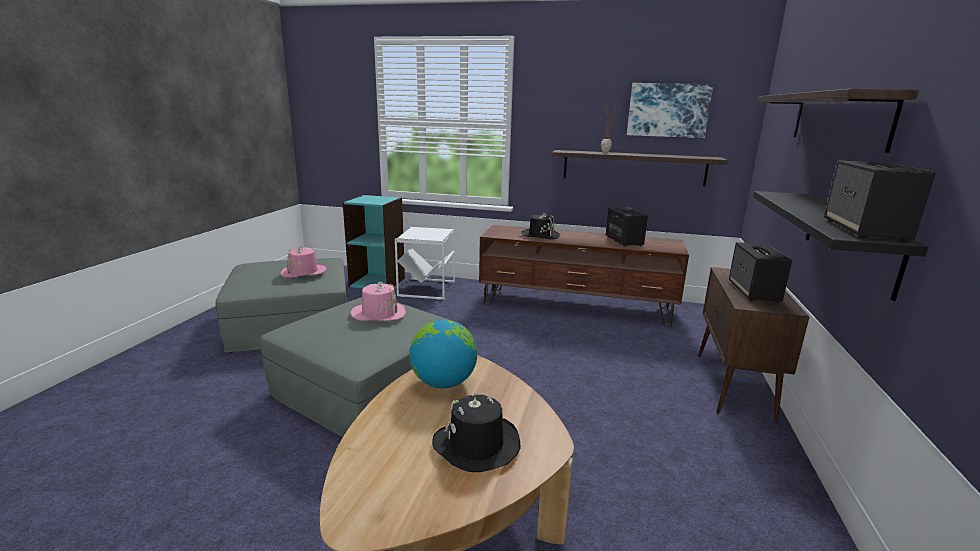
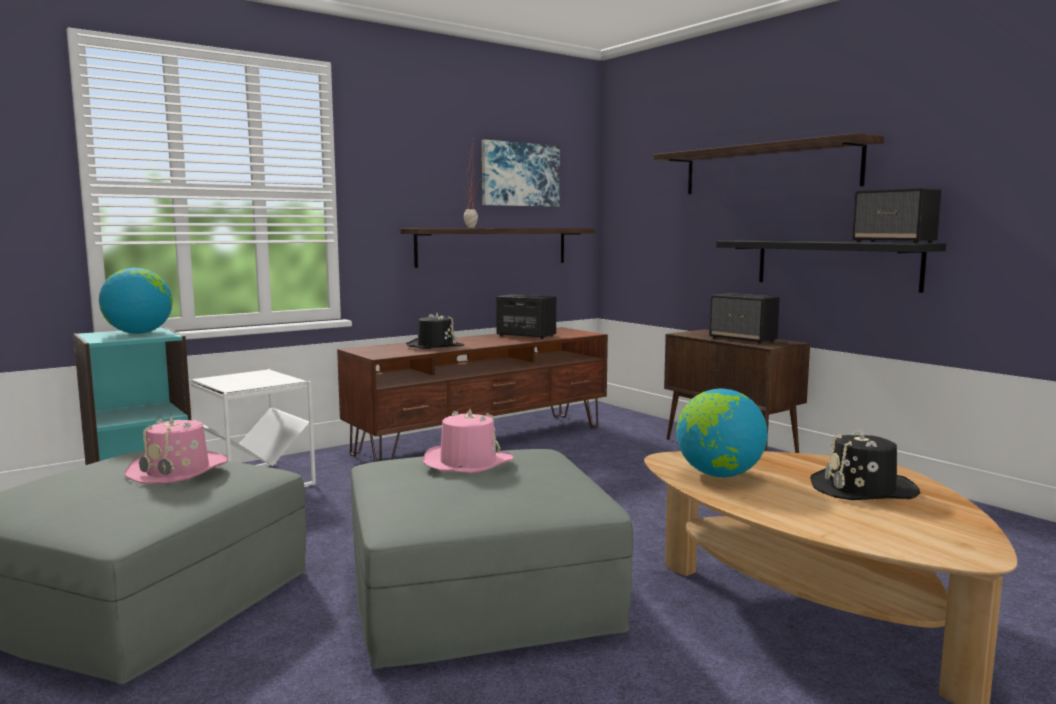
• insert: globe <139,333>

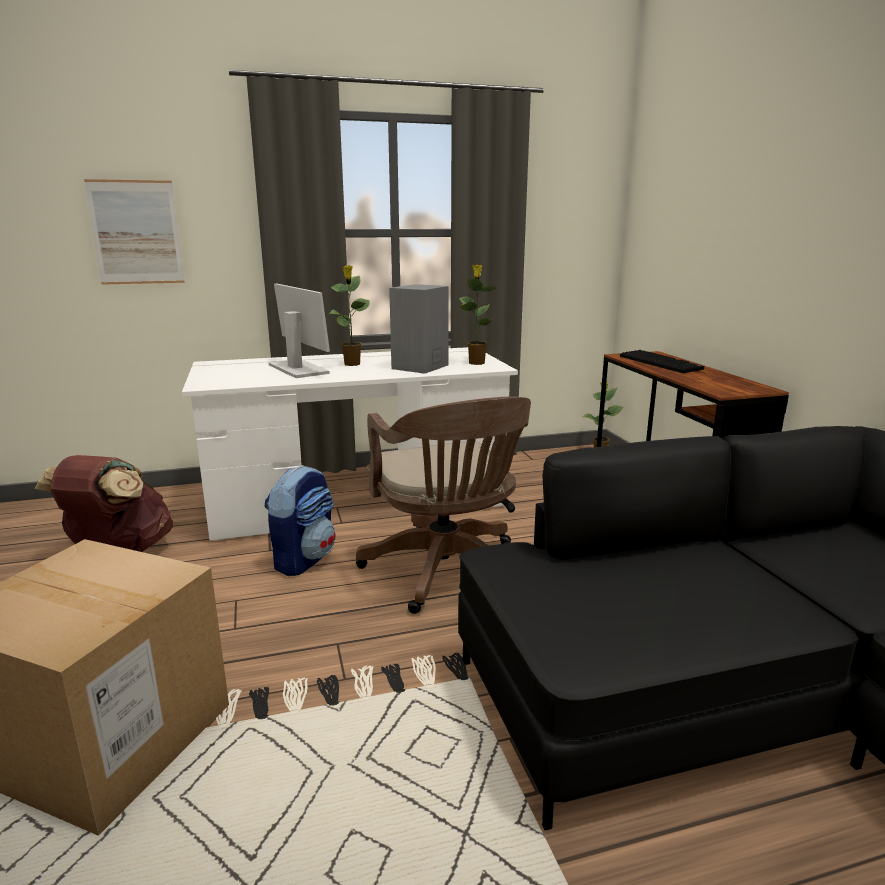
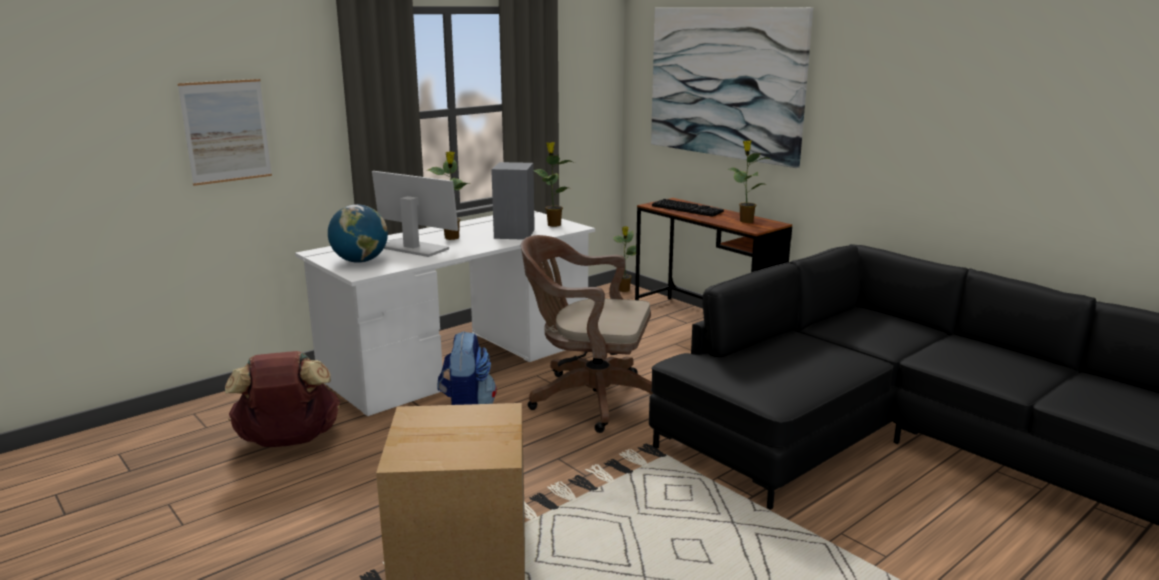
• insert: globe <360,261>
• insert: wall picture <725,83>
• insert: potted plant <745,221>
• rotate: brown-coloured office chair <447,573> = <589,398> 150 degrees clockwise

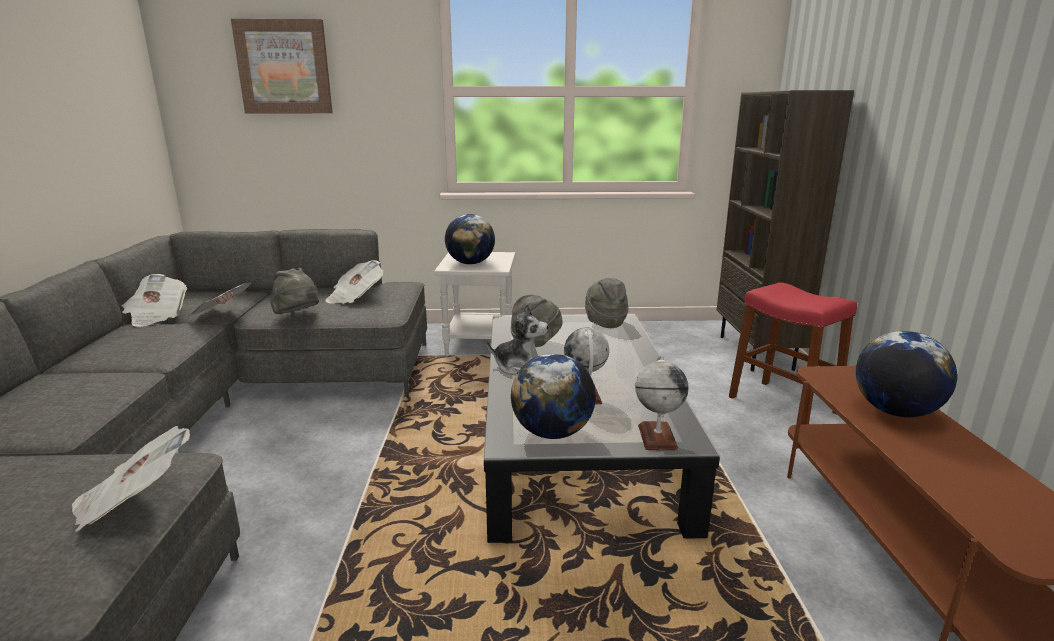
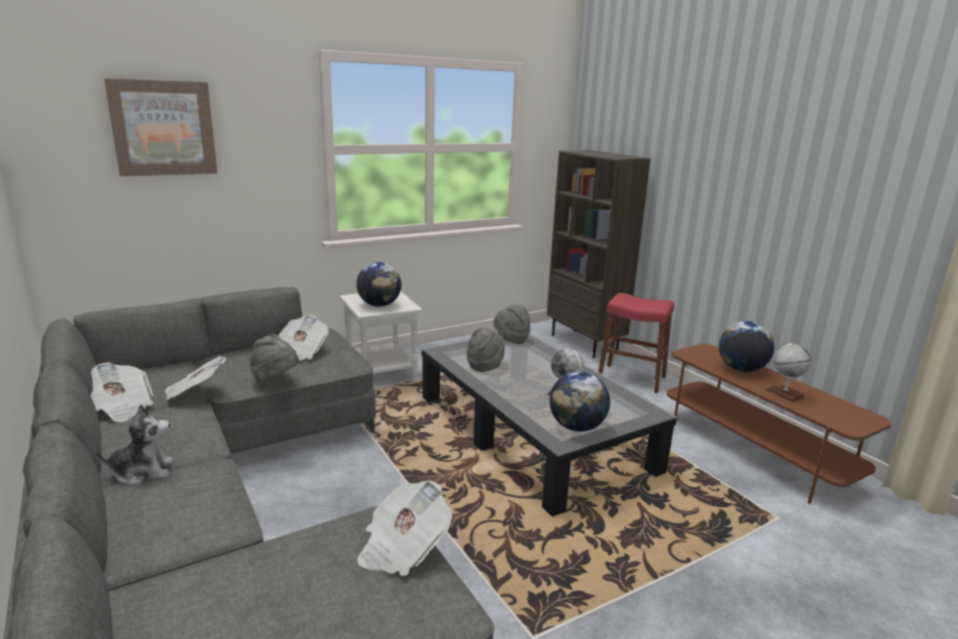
• move: plush toy <519,367> to <142,472>
• move: globe <657,437> to <784,393>

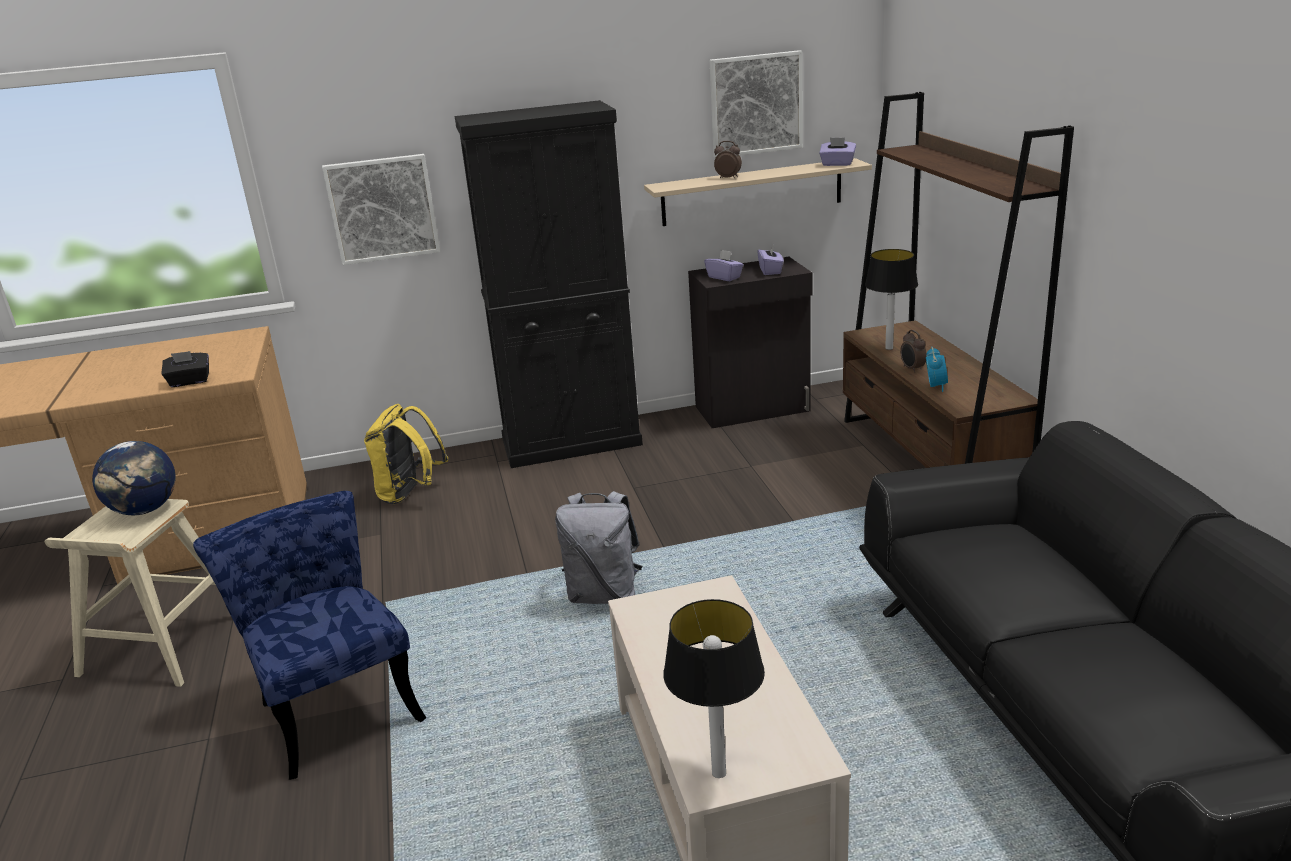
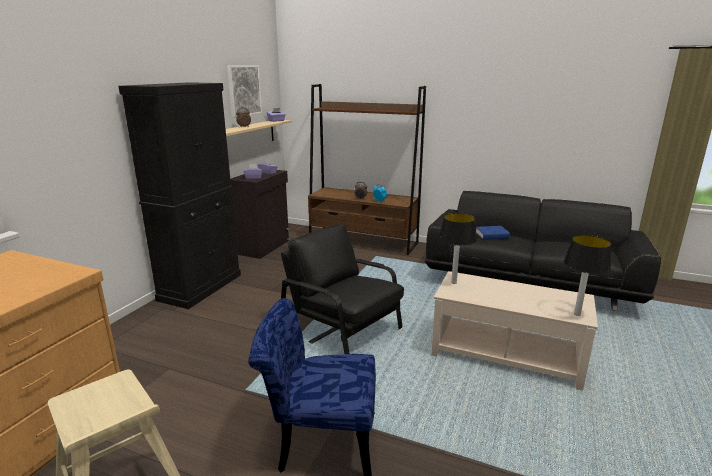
• delete: globe <145,510>
• delete: black-coloured tissue holder <190,381>
• delete: wall picture <382,209>
• delete: yellow rucksack <410,494>
• insert: blue-coloured book <491,235>
• move: lamp for a table <888,348> to <453,282>
• replace: grey rucksack <604,594> to black-coloured lounge chair <343,328>

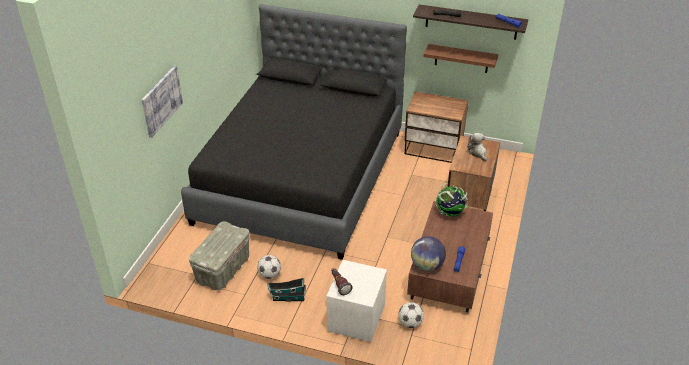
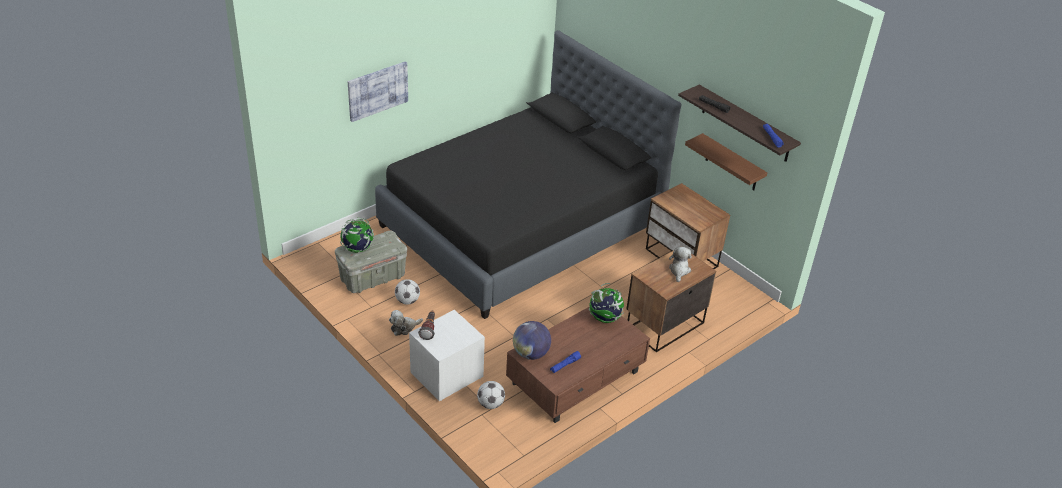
• insert: globe <357,249>
• replace: miniature house <287,298> to plush toy <404,327>

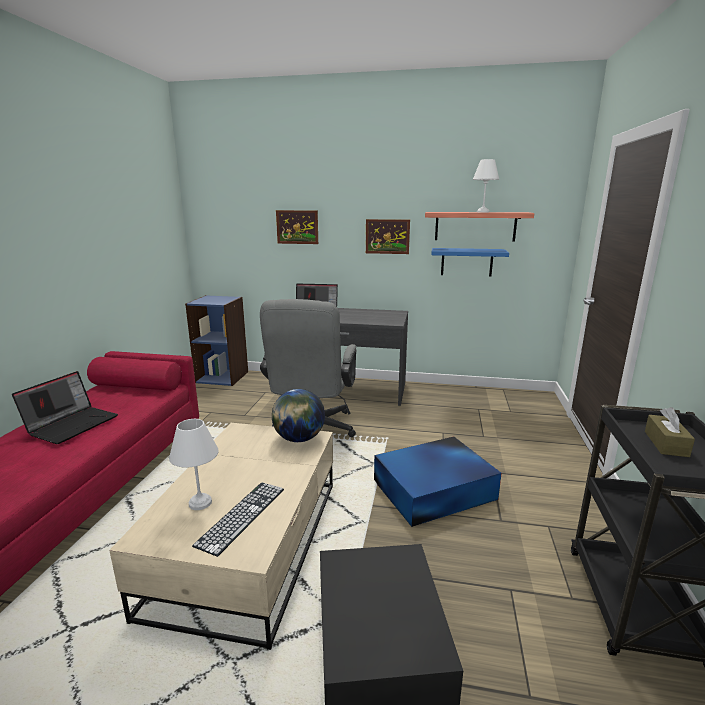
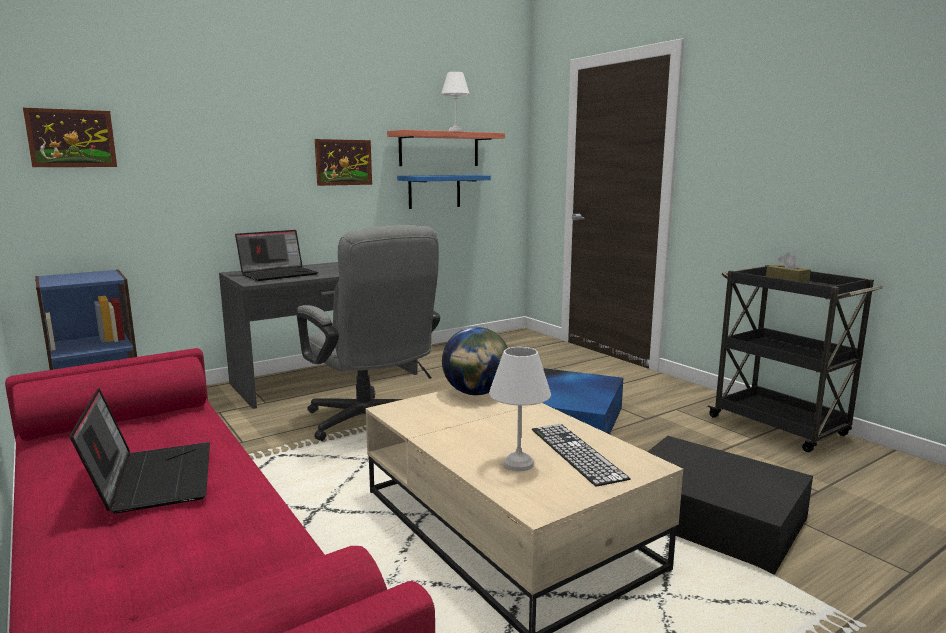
• move: wall picture <297,227> to <71,138>

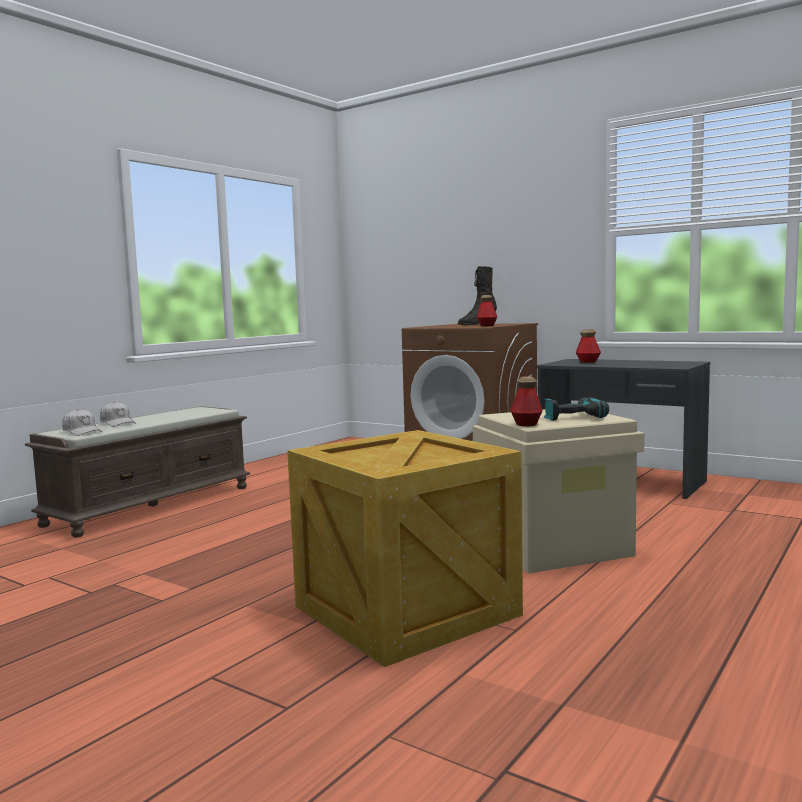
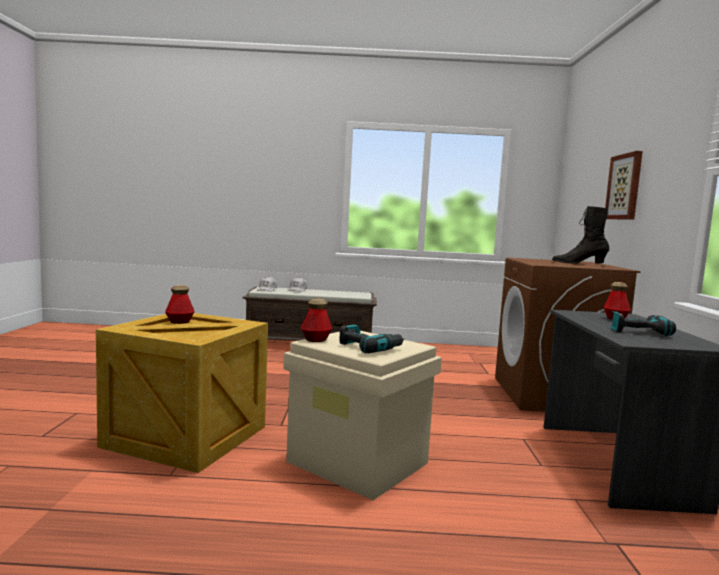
• insert: wall picture <624,187>
• insert: electric drill <638,331>
• move: drink bottle <487,326> to <179,322>

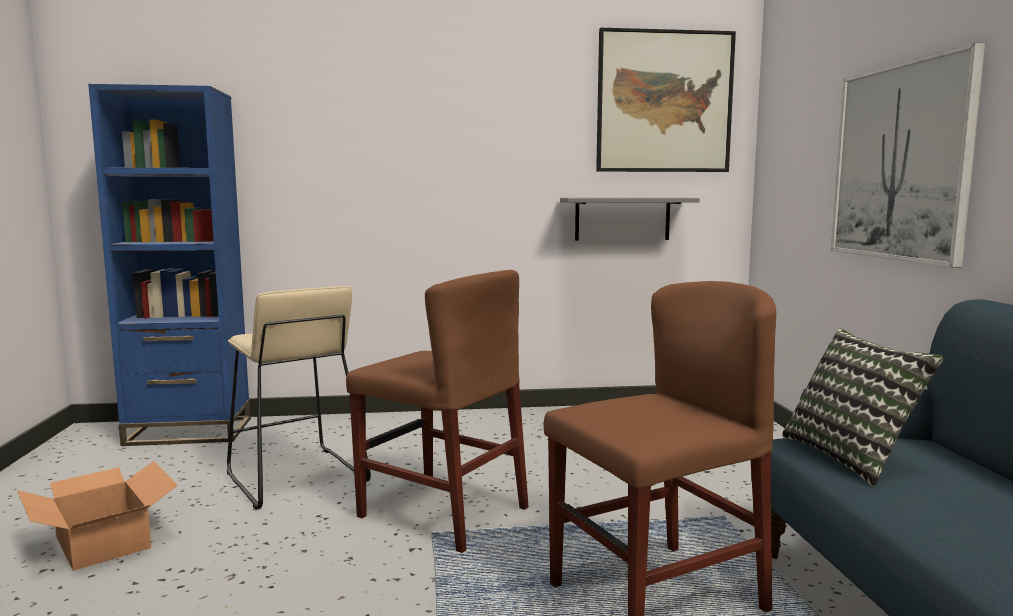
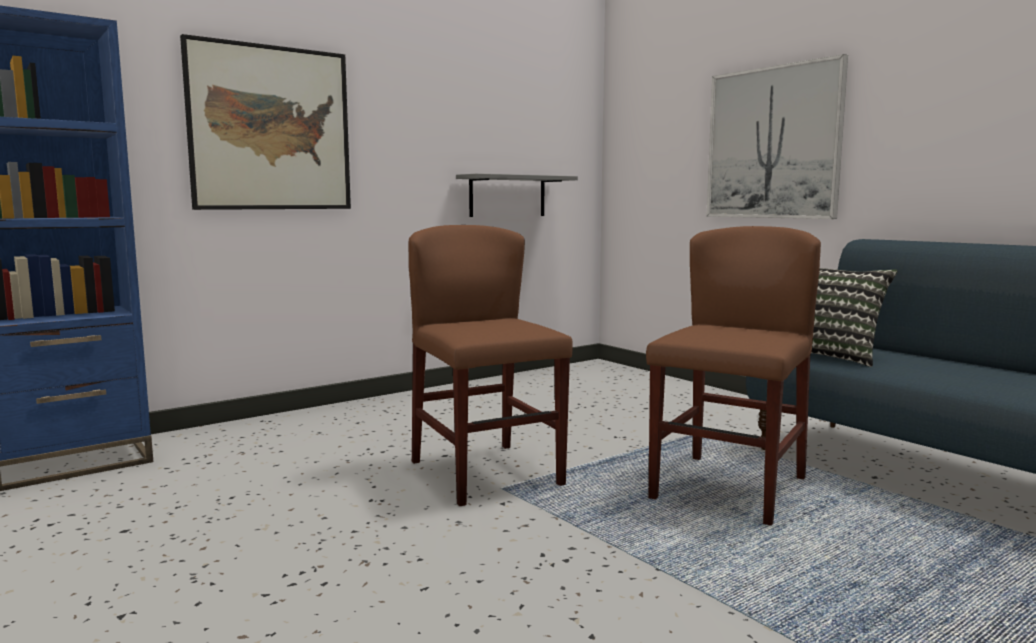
• delete: cardboard box <102,543>
• delete: sand-coloured stool <295,477>
• move: wall picture <664,102> to <270,129>
• rotate: brown-coloured chair <443,512> = <486,473> 120 degrees counterclockwise

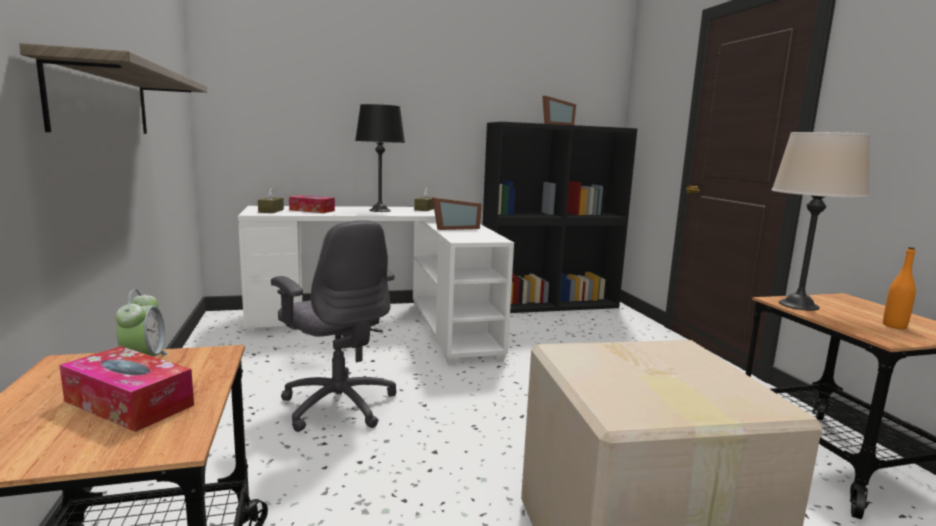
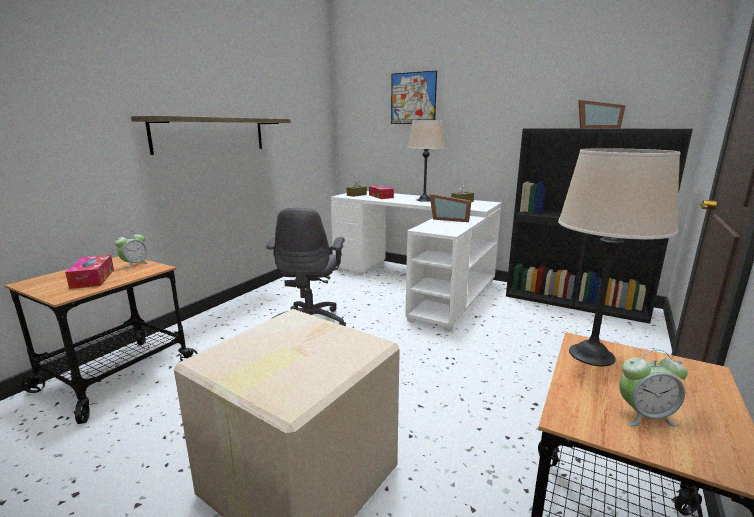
• insert: wall picture <413,98>
• replace: orange-coloured drink bottle <894,326> to bedside clock <645,416>
• recolor: black-coloured lamp for a table <379,210> to sand-coloured lamp for a table <424,200>

